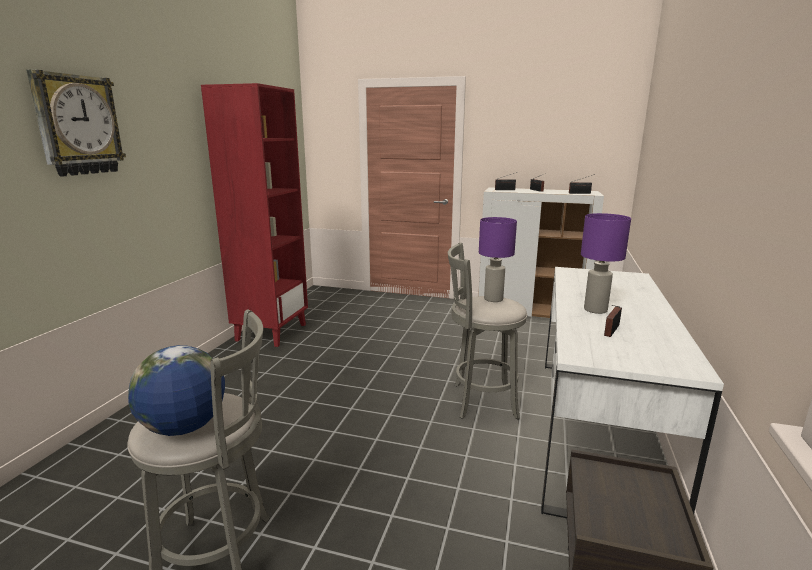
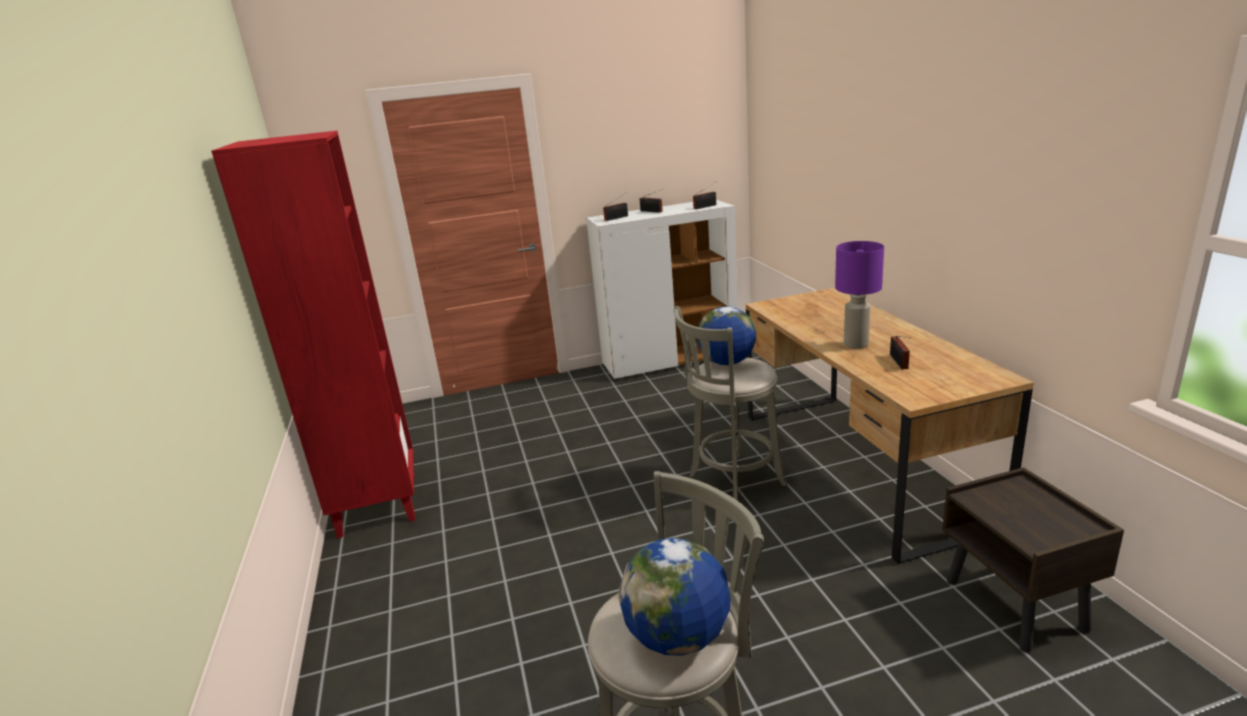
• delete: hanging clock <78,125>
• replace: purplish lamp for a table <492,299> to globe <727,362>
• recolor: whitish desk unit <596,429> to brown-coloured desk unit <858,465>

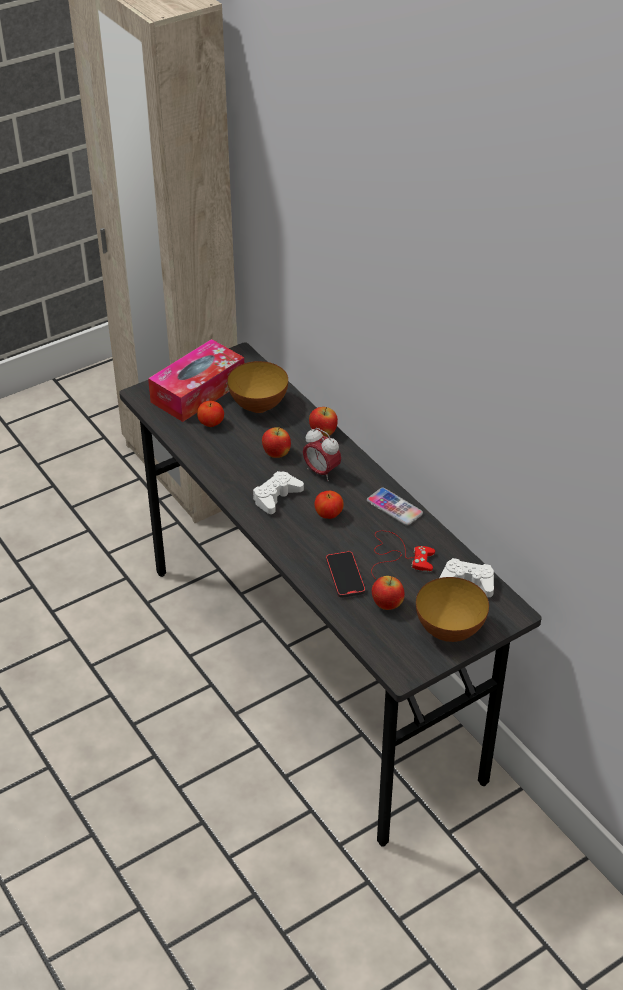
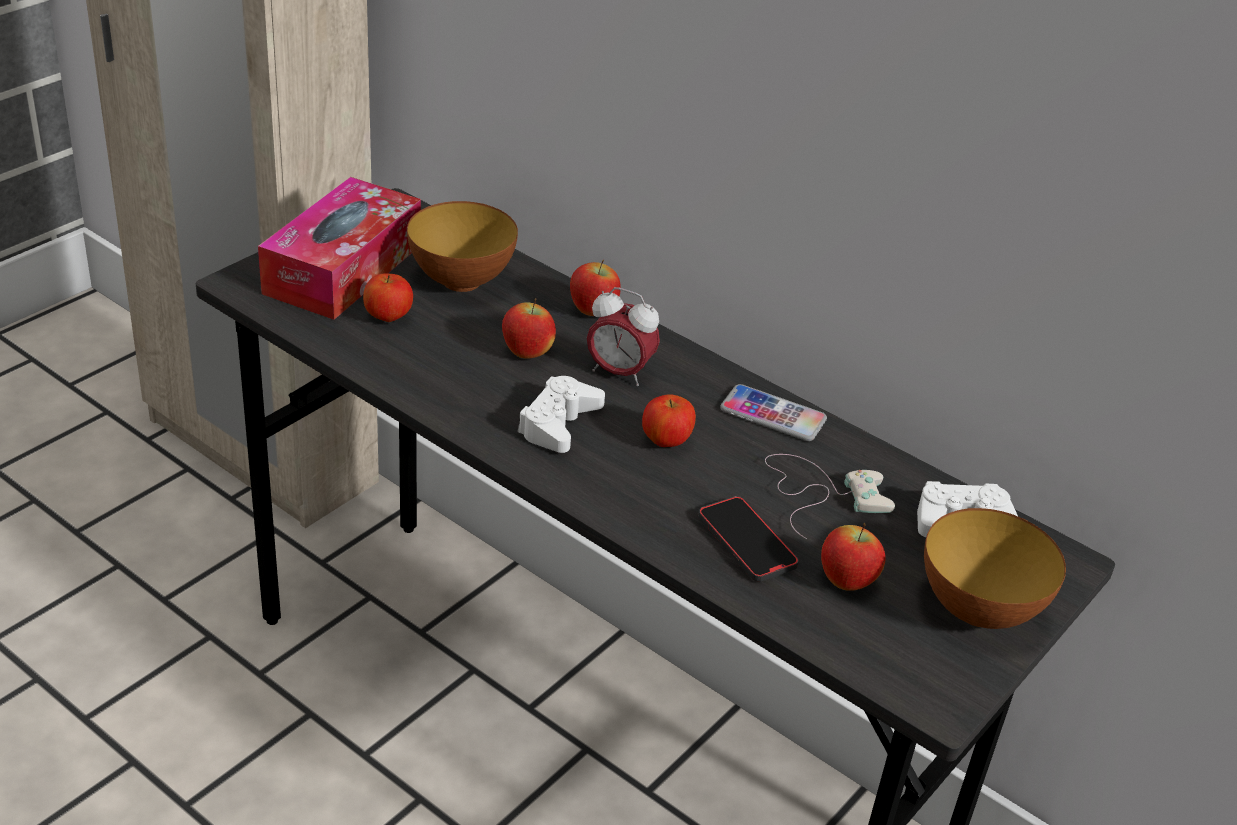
• recolor: reddish game controller <398,555> to whitish game controller <821,492>

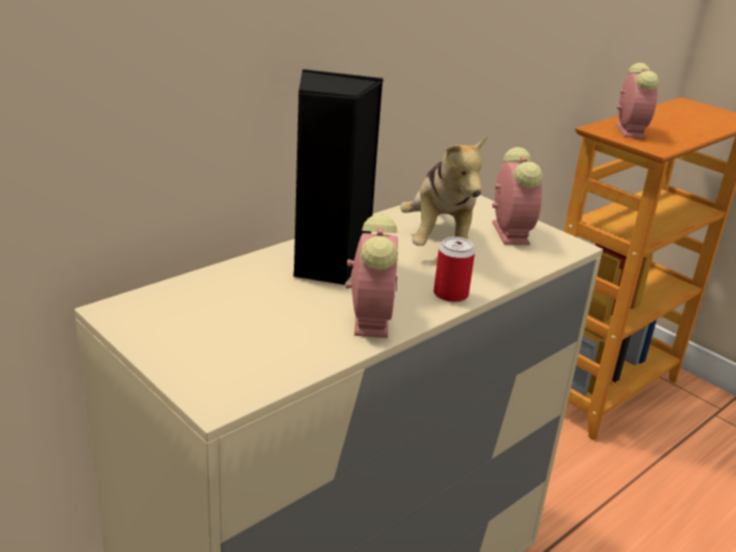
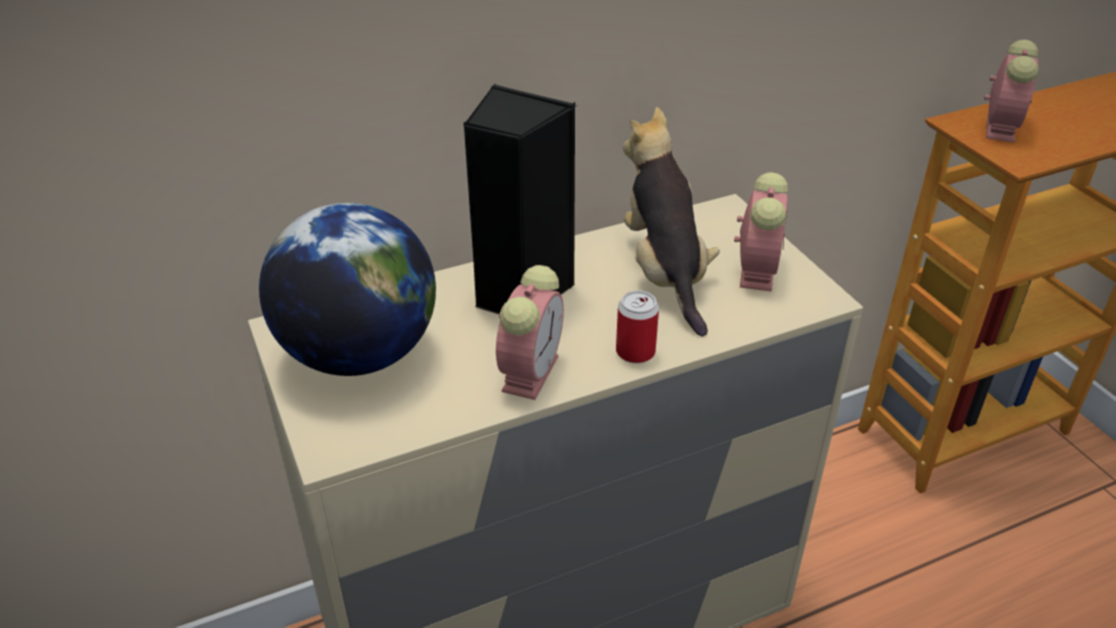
• insert: globe <359,354>
• rotate: plush toy <439,240> = <665,273> 150 degrees clockwise

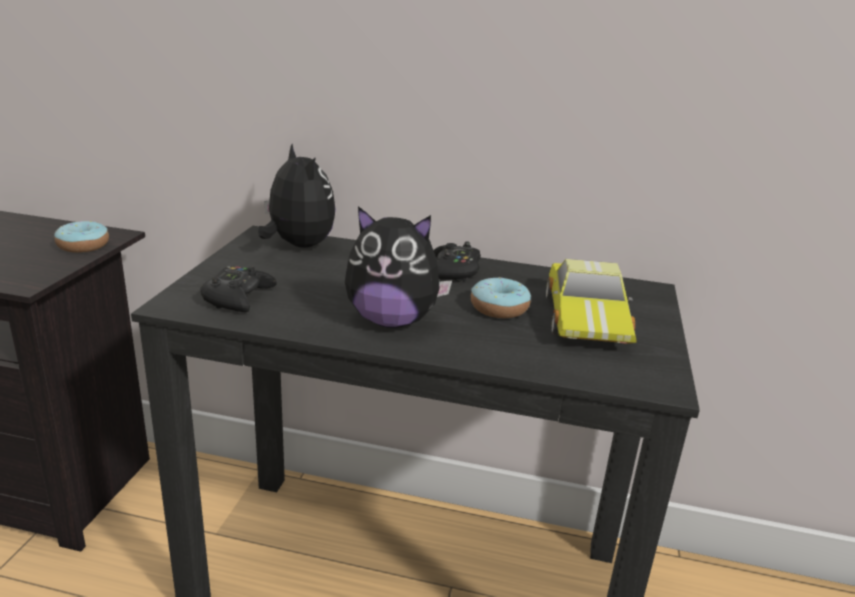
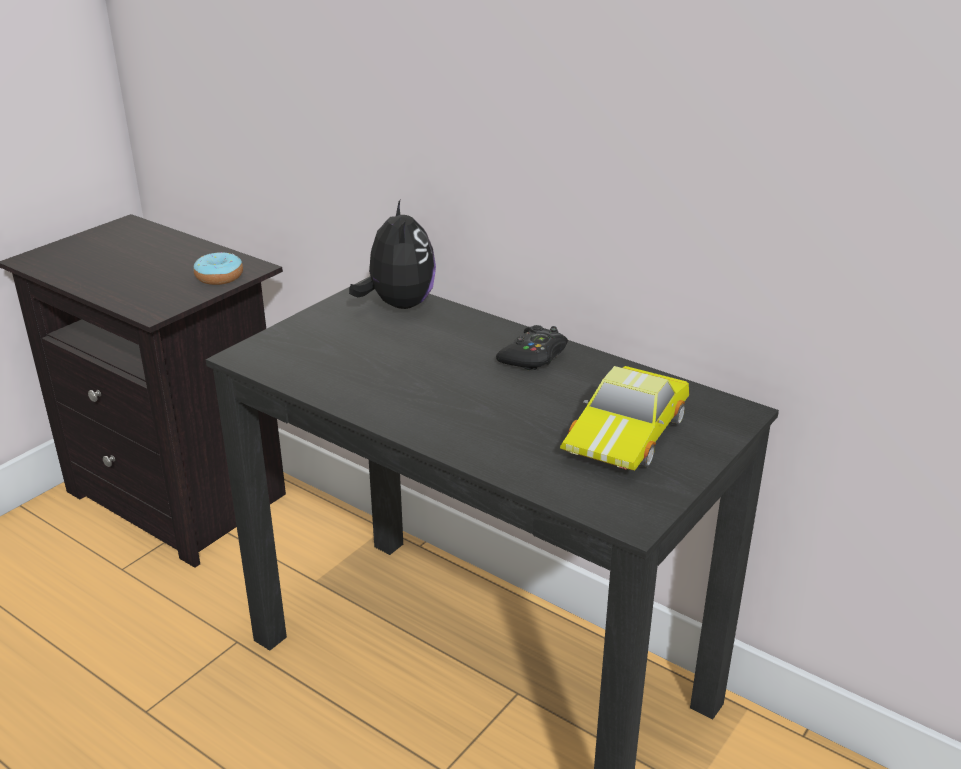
• delete: black-coloured game controller <238,298>
• delete: plush toy <392,320>
• delete: doughnut <499,308>

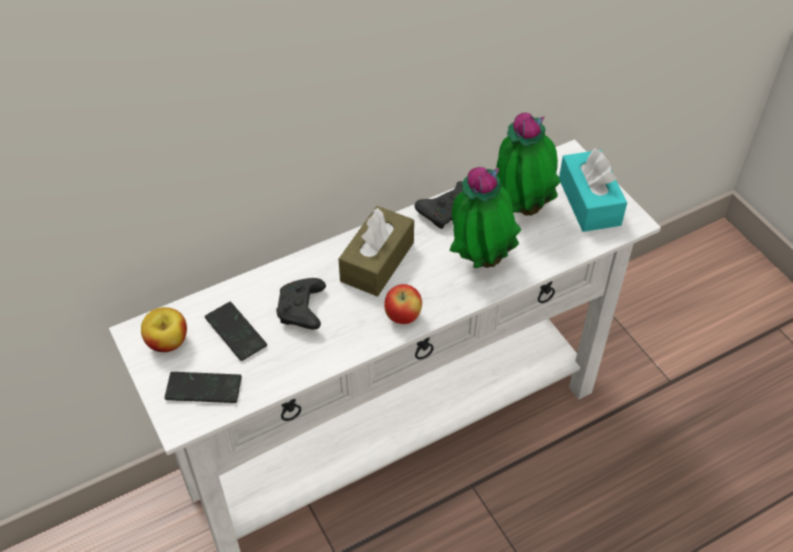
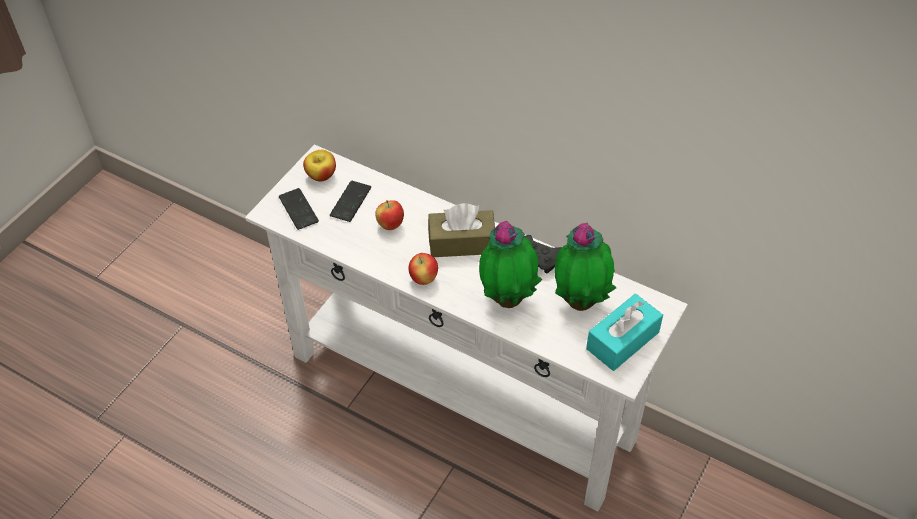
• replace: black-coloured game controller <302,311> to apple fruit <390,225>

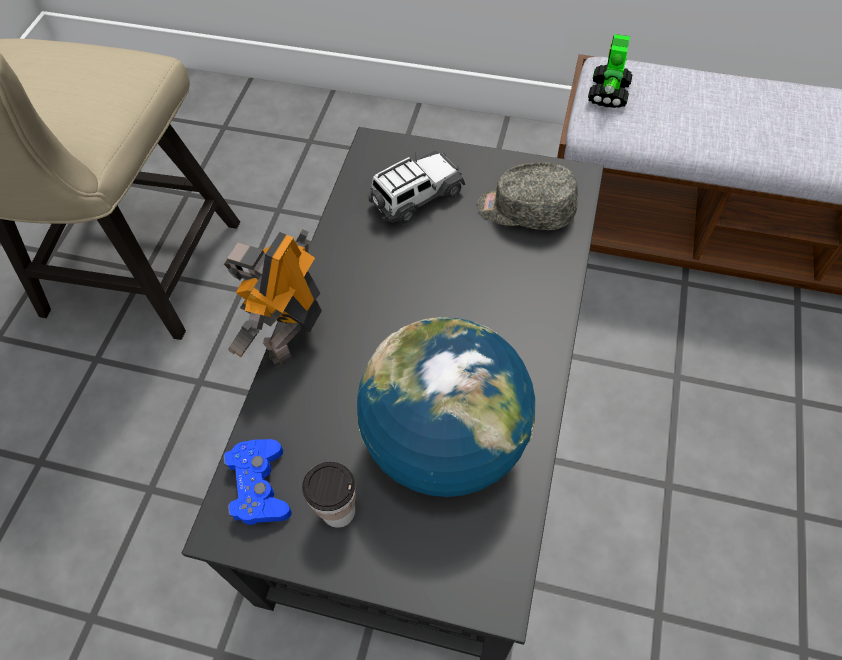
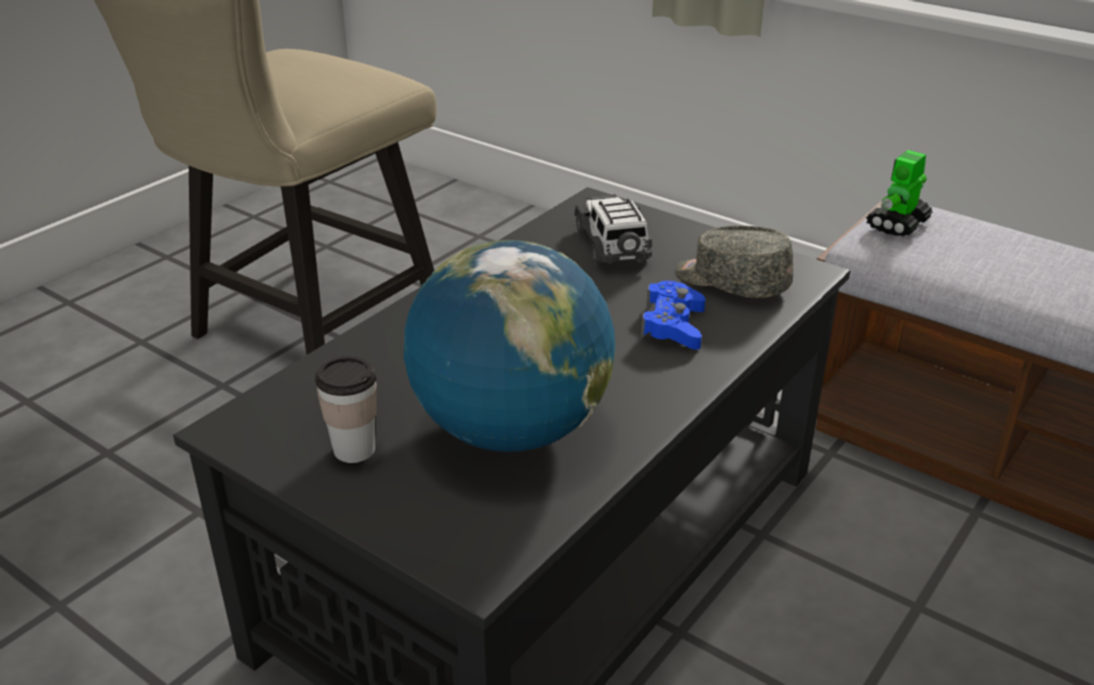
• delete: toy robot <290,332>
• move: blue-coloured game controller <259,486> to <673,325>
• rotate: model car <416,197> = <613,246> 90 degrees counterclockwise

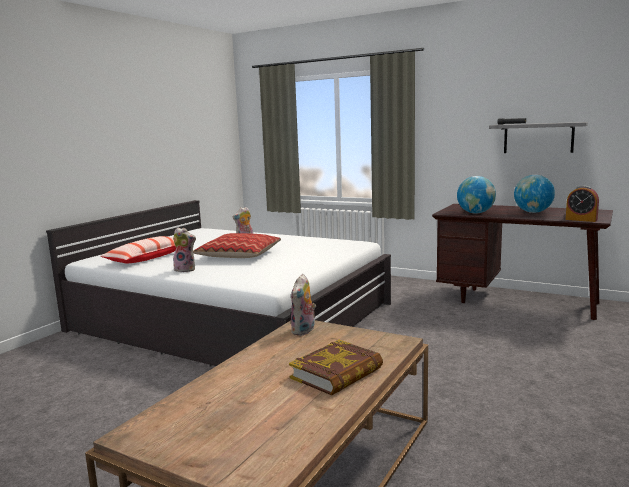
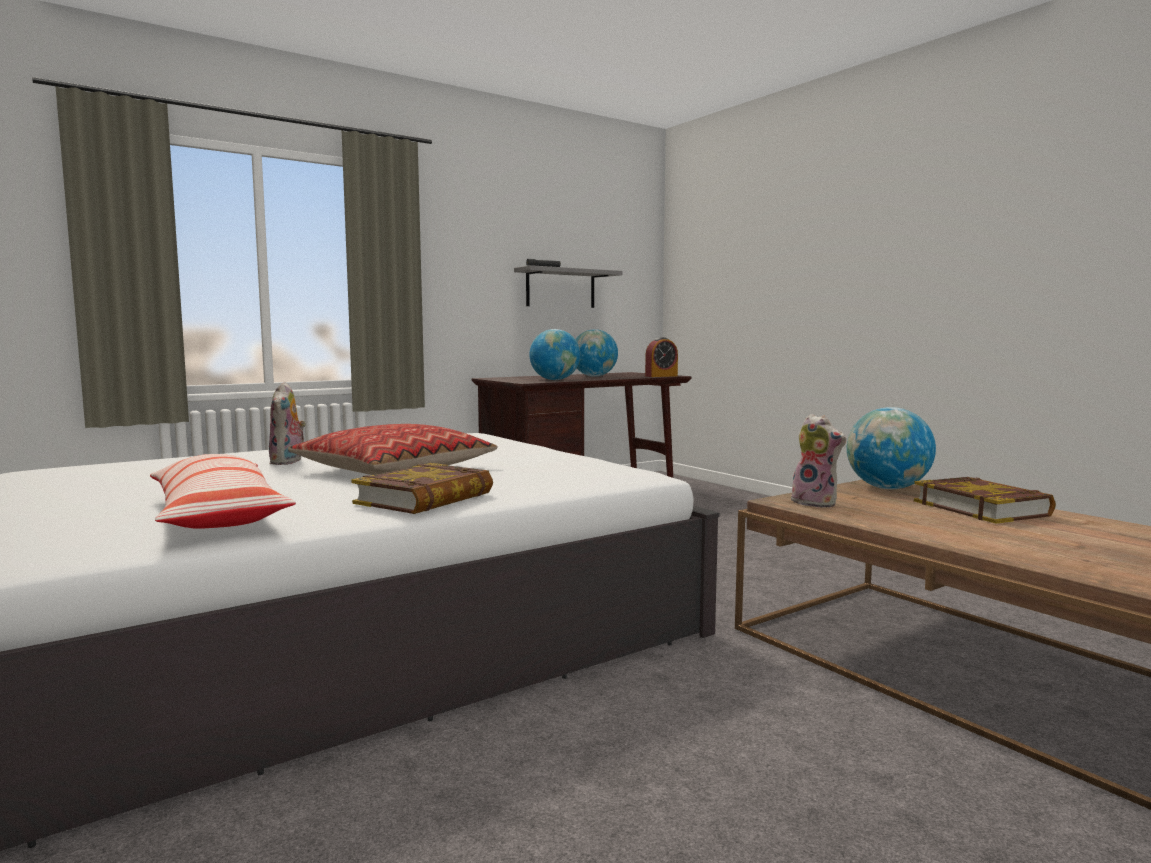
• insert: globe <887,488>
• replace: plush toy <186,269> to book <425,498>

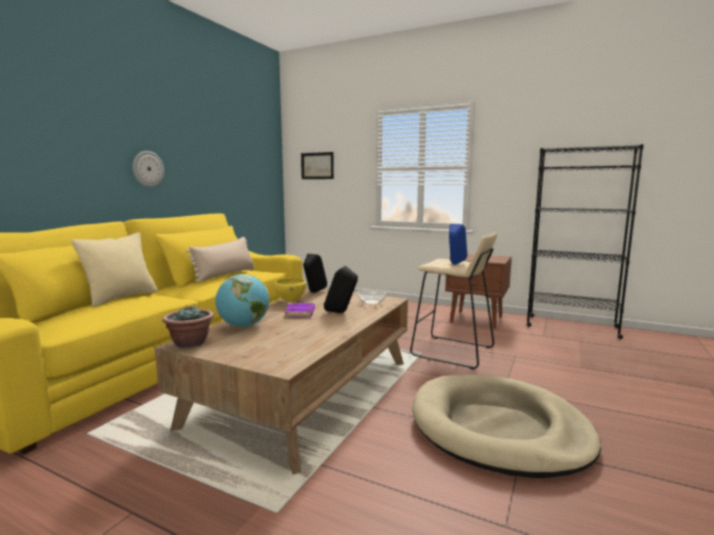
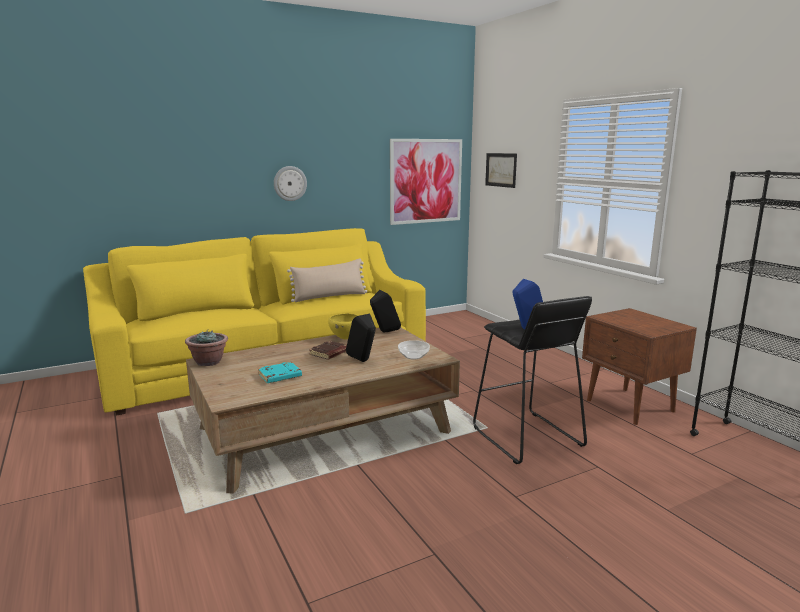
• delete: sand-coloured cushion <121,298>
• delete: globe <243,326>
• delete: sand-coloured pet bed <498,429>
• insert: blue-green book <279,376>
• insert: wall picture <426,181>
• recolor: purplish book <300,313> to brown-coloured book <329,353>
• recolor: sand-coloured stool <453,352> to black-coloured stool <526,437>

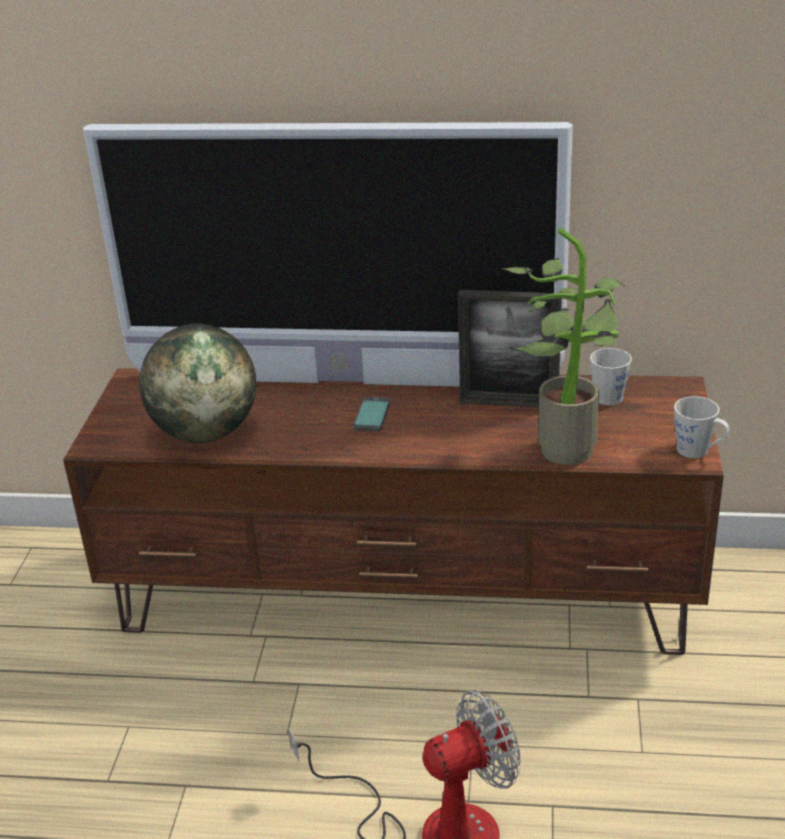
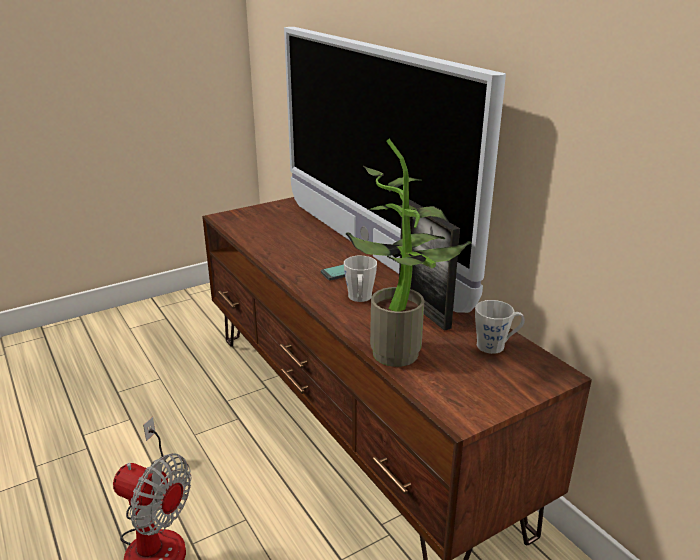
• delete: globe <205,433>
• move: grey mug <698,451> to <360,298>

